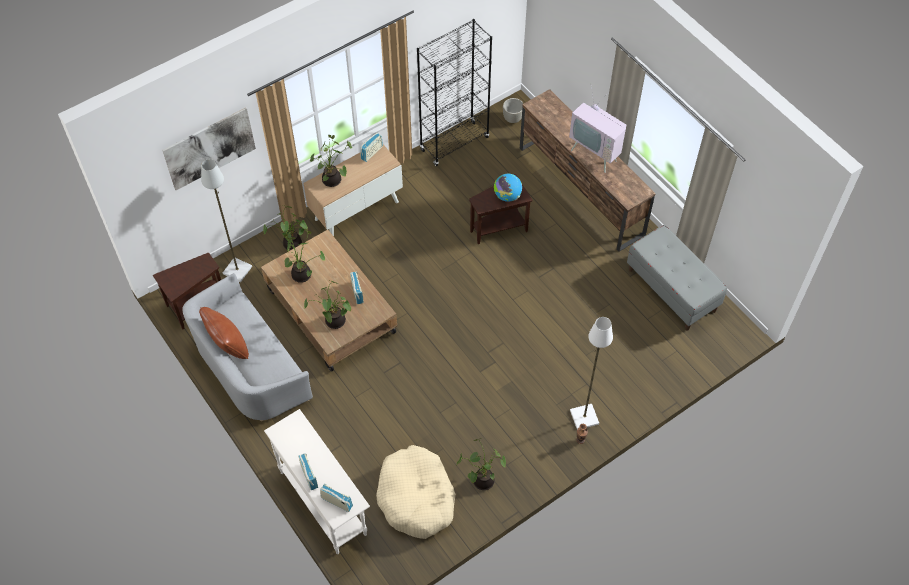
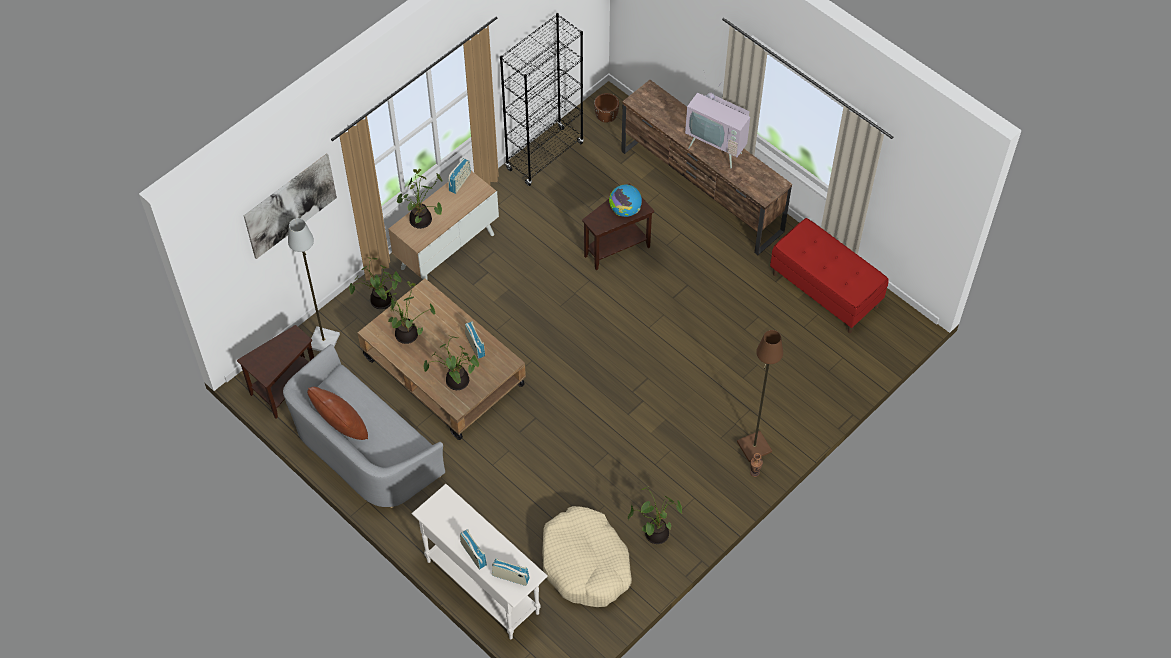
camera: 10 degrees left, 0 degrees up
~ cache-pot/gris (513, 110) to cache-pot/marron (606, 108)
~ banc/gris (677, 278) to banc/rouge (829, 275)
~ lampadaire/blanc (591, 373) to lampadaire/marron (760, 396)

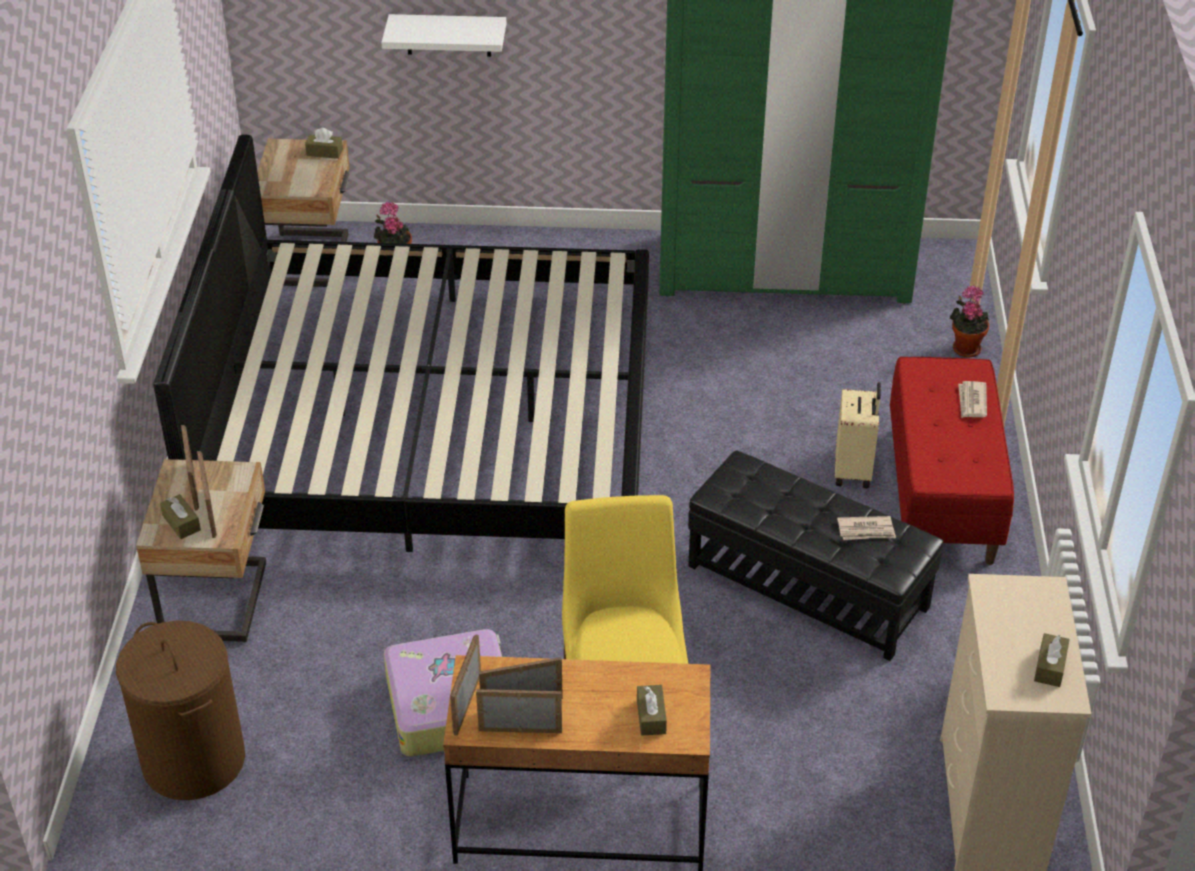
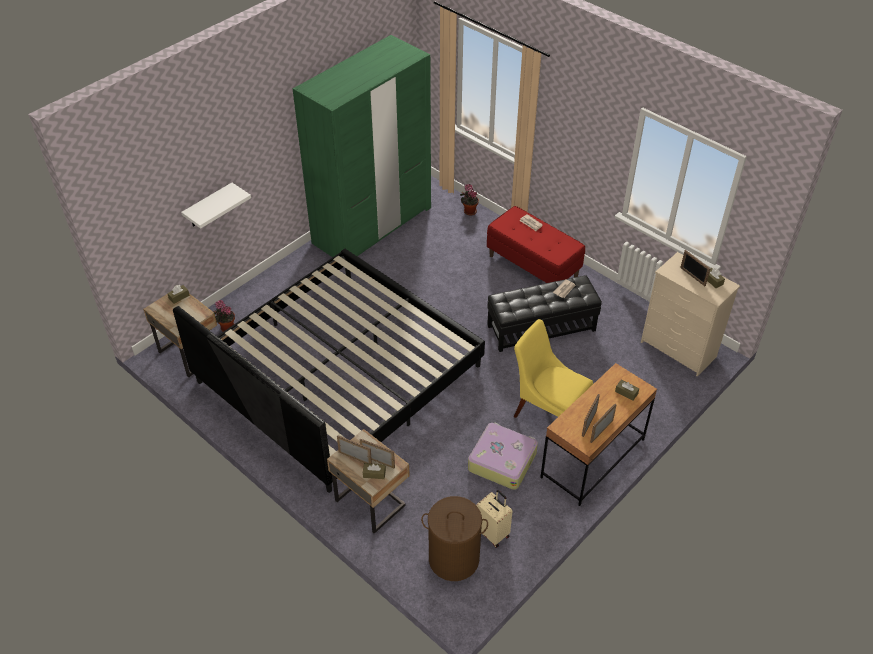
camera: 50 degrees left, 5 degrees up
~ valise/beige (858, 435) to (494, 519)
~ cadre photo (465, 685) to (695, 268)

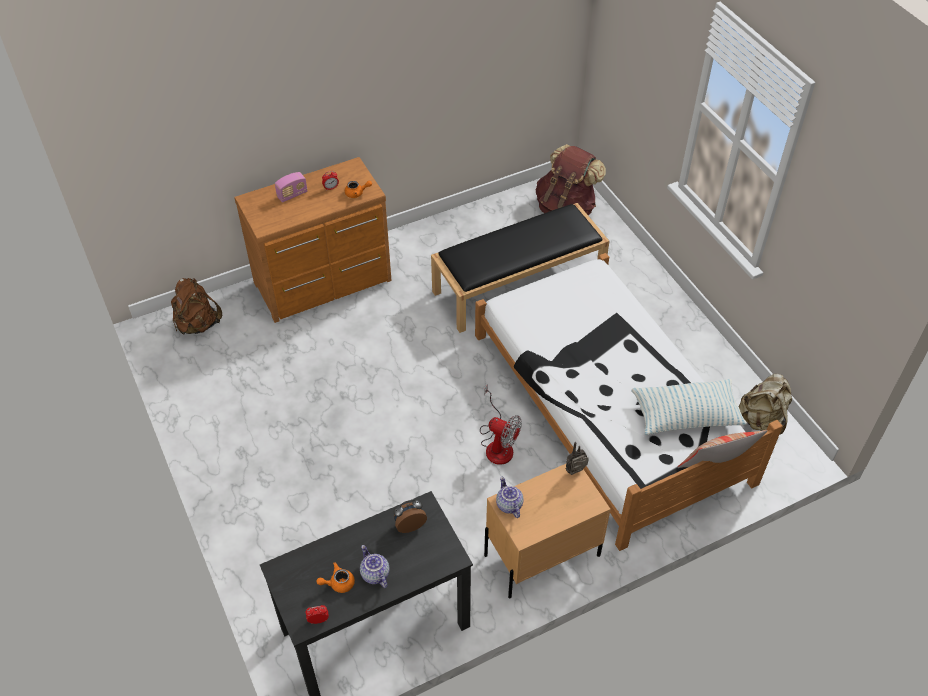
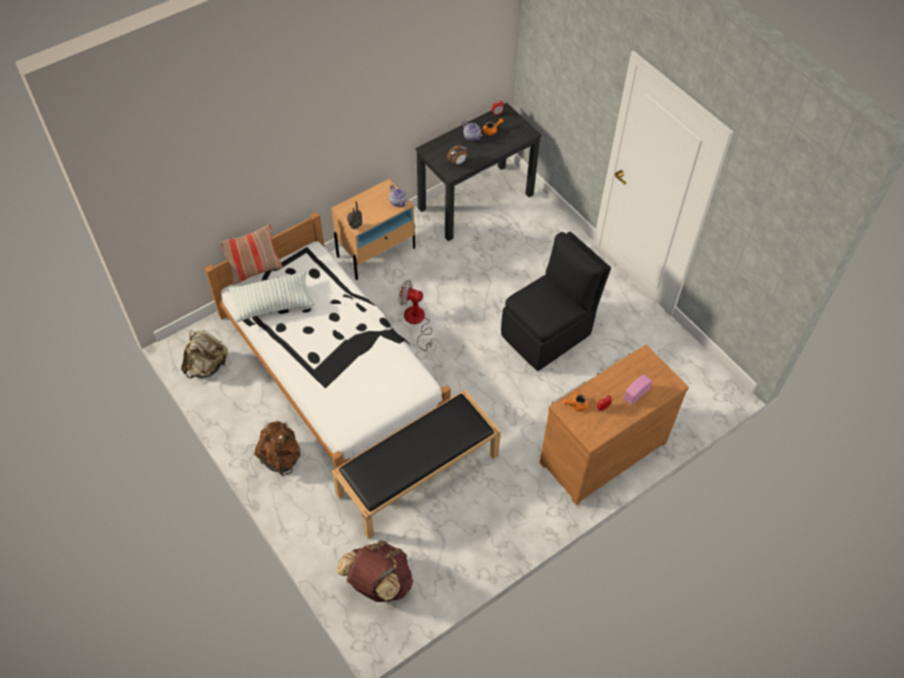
camera: 170 degrees right, 5 degrees up
~ sac à dos/marron (196, 306) to (277, 448)
+ chaise/noir (556, 301)

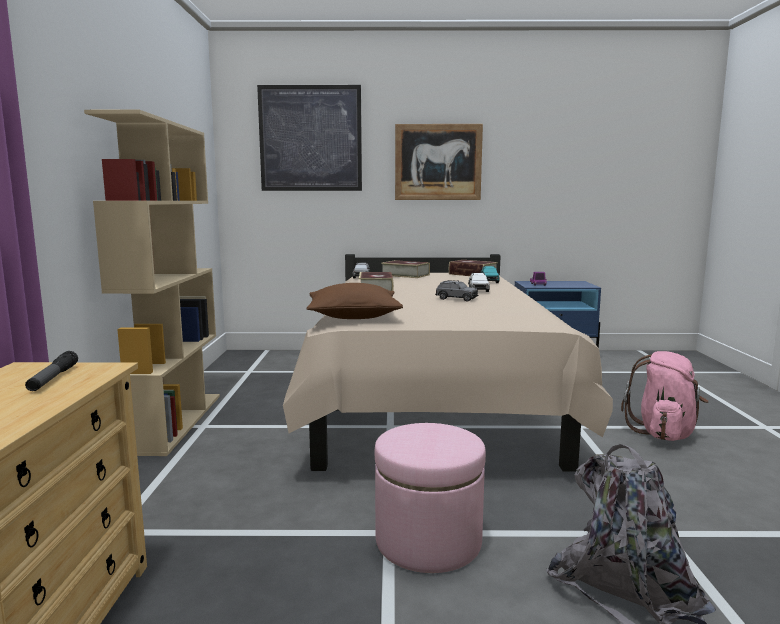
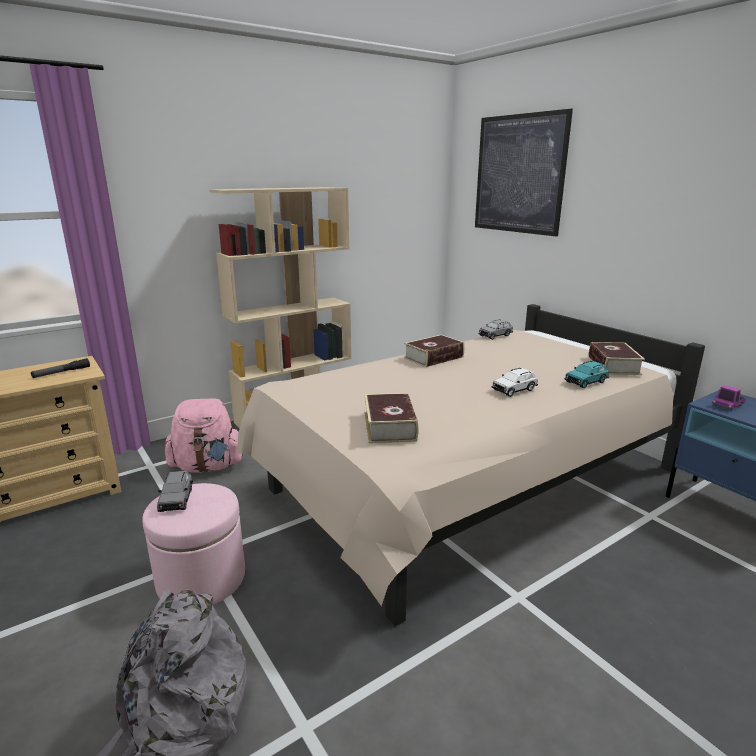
camera: 55 degrees right, 10 degrees up
- tableau (439, 162)
~ livre (405, 269) to (391, 418)
~ petite voiture/gris (456, 291) to (175, 491)
- coussin/marron (355, 301)
~ sac à dos/rose (665, 396) to (204, 436)

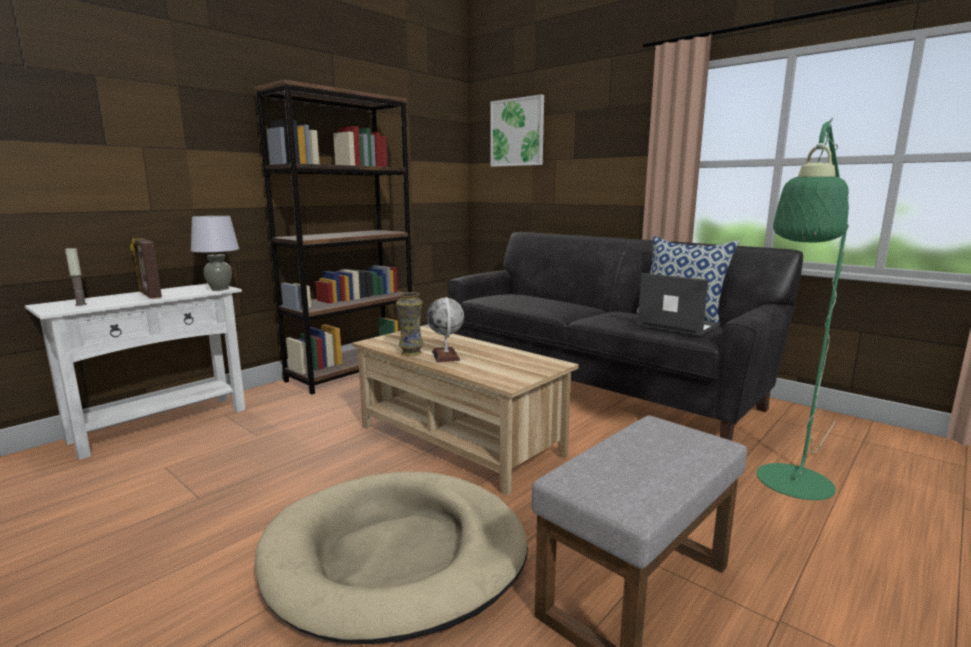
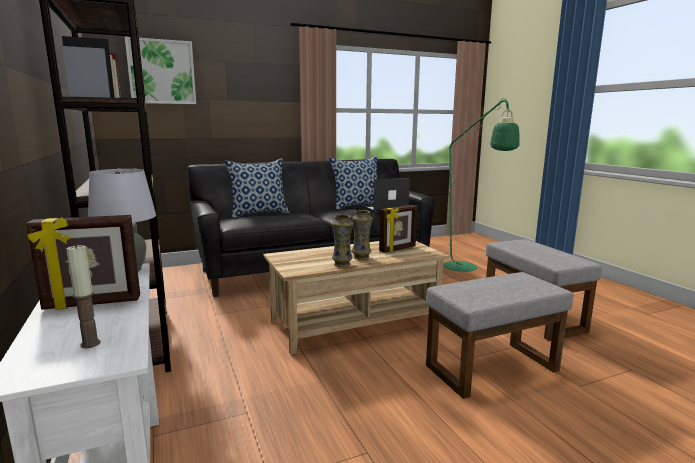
camera: 65 degrees left, 0 degrees up
~ globe (445, 329) to vase (362, 235)
~ panier pour chien/beige (391, 558) to pouf/gris (499, 335)
+ coussin (257, 188)
+ cadre photo (398, 229)

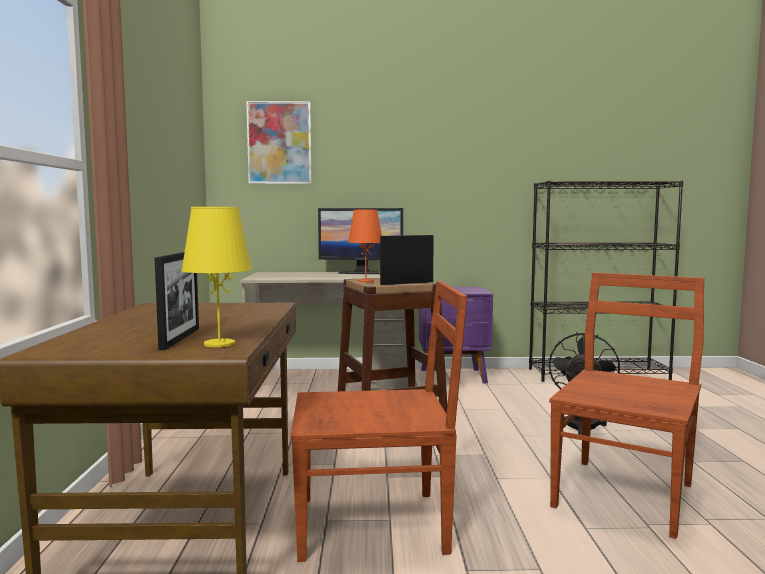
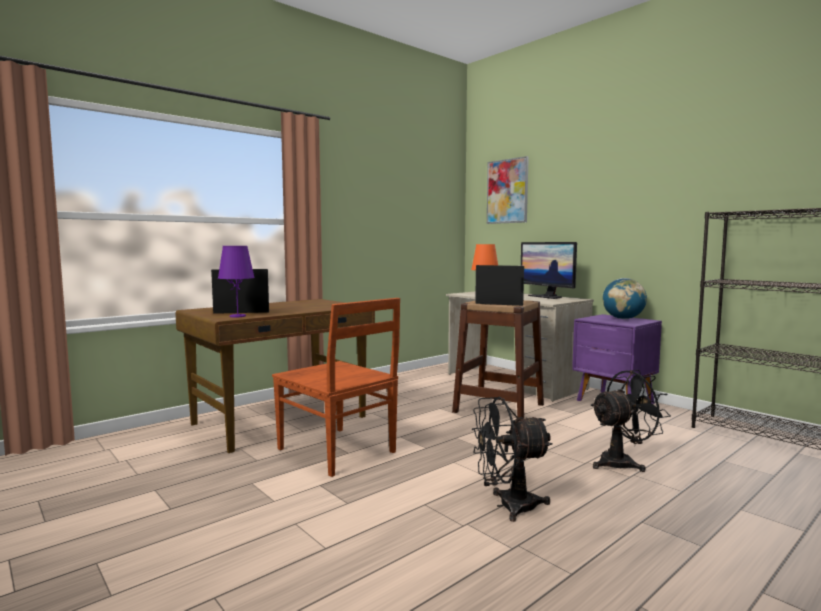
camera: 50 degrees right, 0 degrees up
~ lampe de table/jaune (216, 277) to lampe de table/violet (236, 282)
~ cadre photo (177, 301) = (240, 291) 150 degrees counterclockwise
~ chaise/marron (626, 406) to ventilateur/noir (512, 459)
+ globe (625, 298)

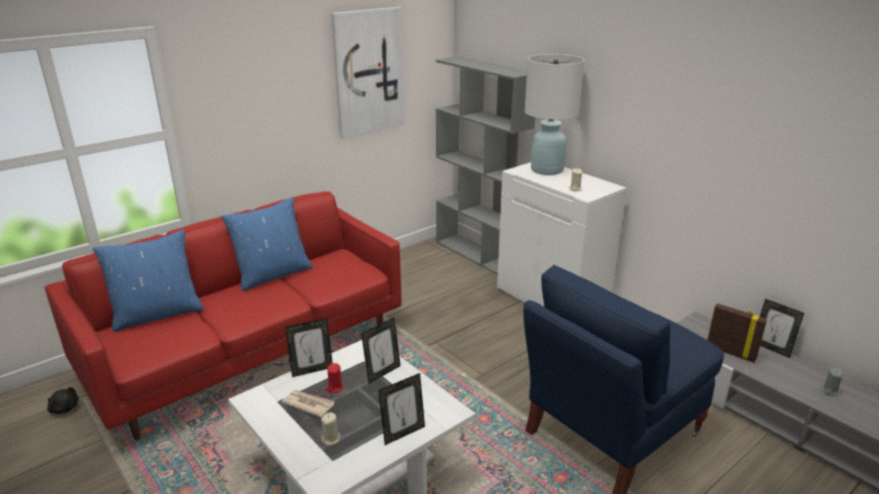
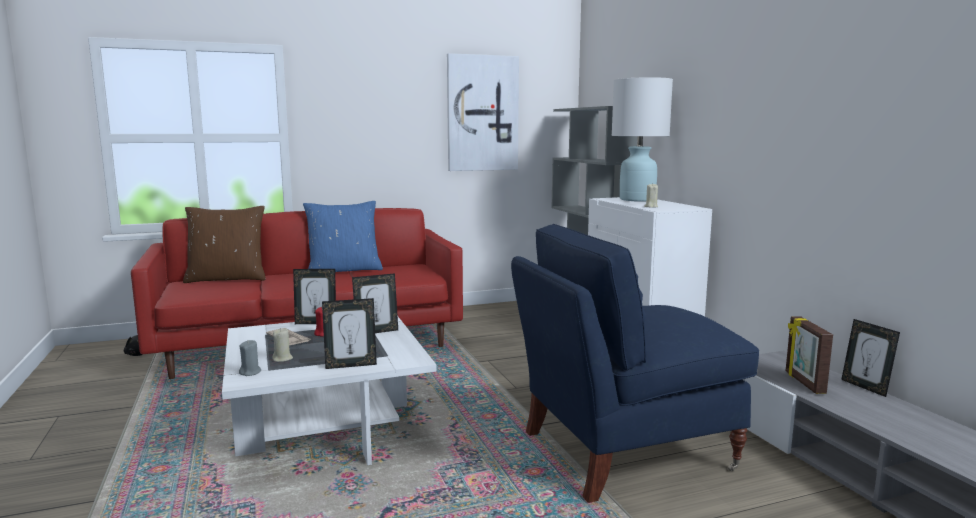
camera: 20 degrees right, 15 degrees down
~ coussin/bleu (148, 281) to coussin/marron (224, 244)
~ cadre photo (737, 333) = (809, 355) 150 degrees counterclockwise
~ bougie/gris (832, 382) to (250, 358)

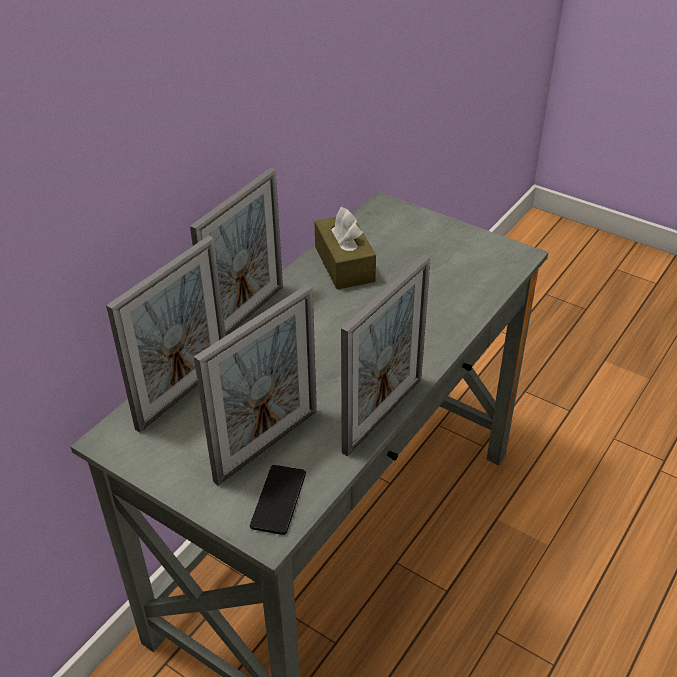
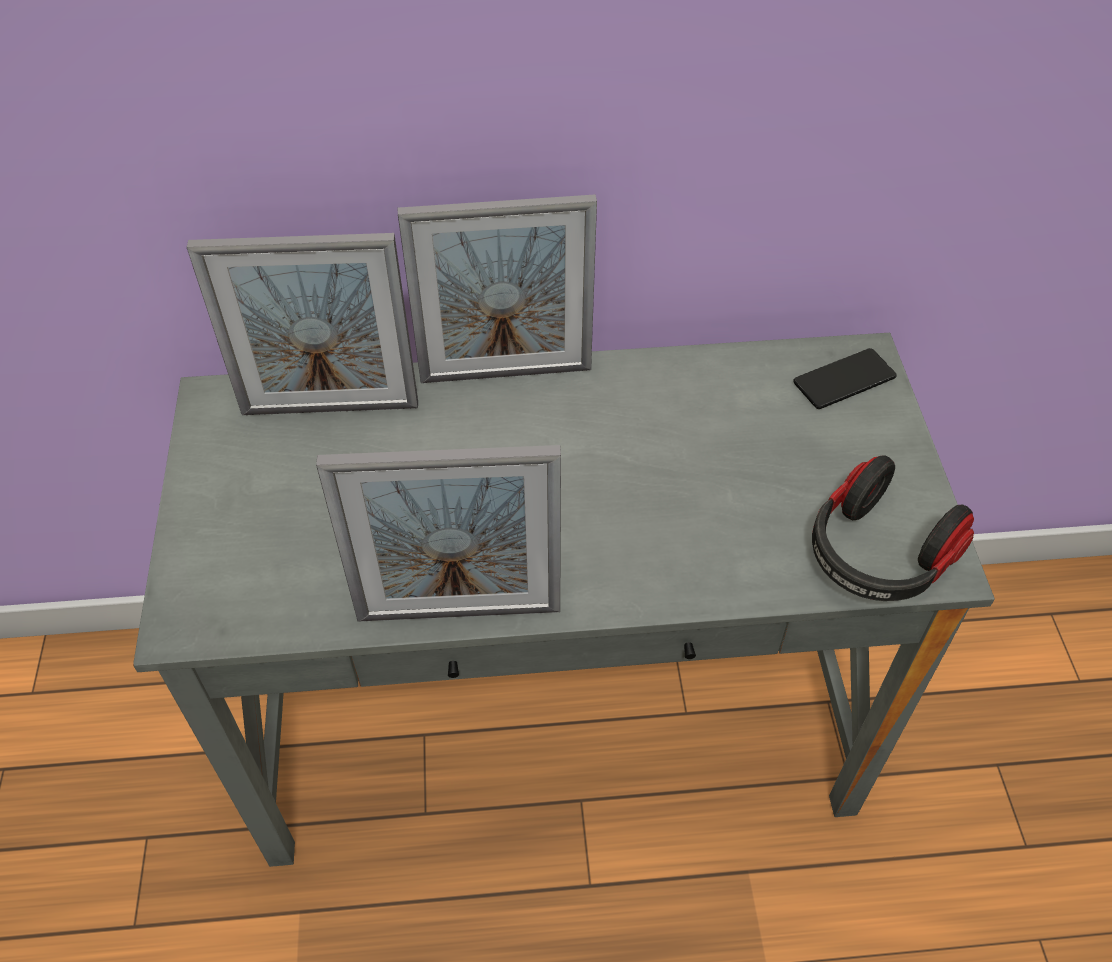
camera: 50 degrees right, 10 degrees up
- boîte à mouchoirs/marron (345, 248)
- cadre photo (255, 385)
~ téléphone (278, 500) to (845, 378)
+ casque audio (893, 528)

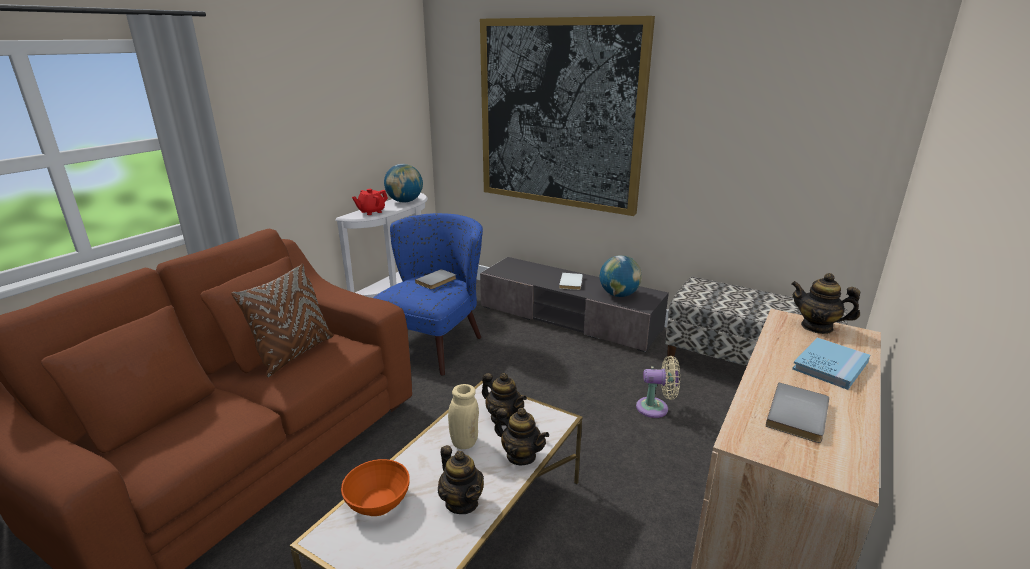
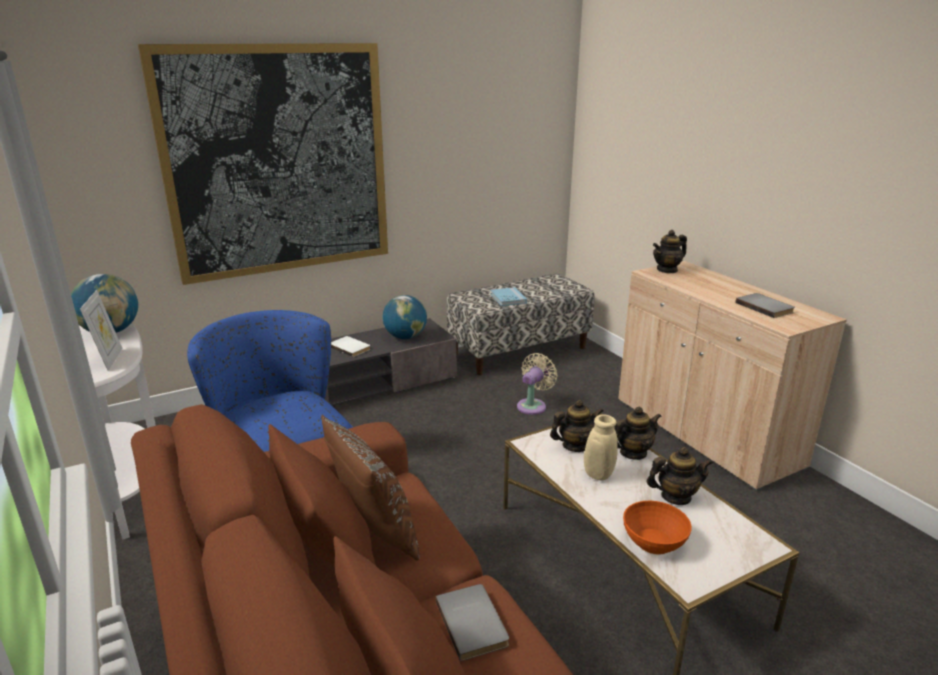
camera: 60 degrees left, 0 degrees up
~ théière/rouge (370, 202) to cadre photo (101, 330)
~ livre/gris (435, 279) to (472, 622)
~ livre/bleu (831, 364) to (508, 296)

